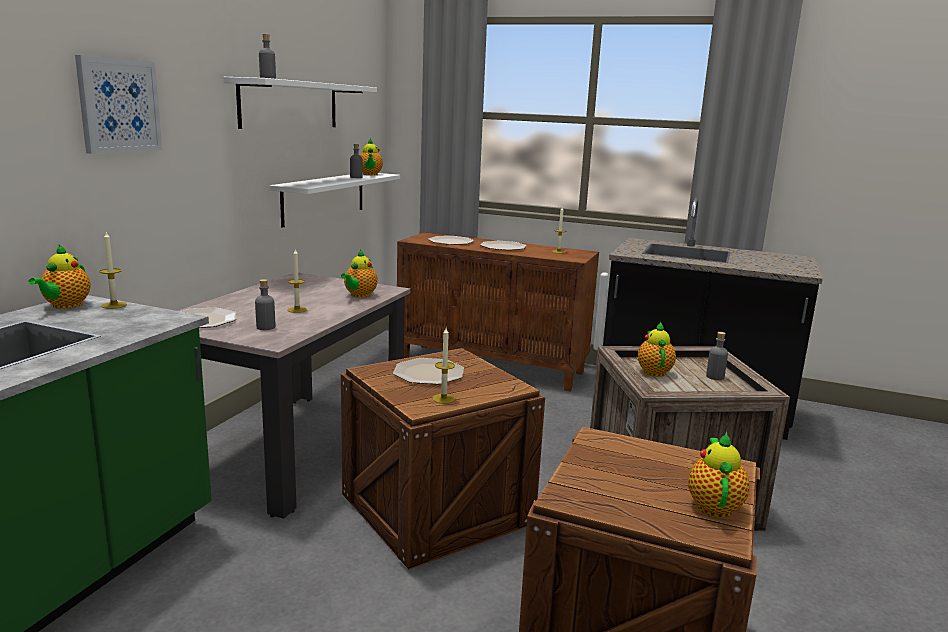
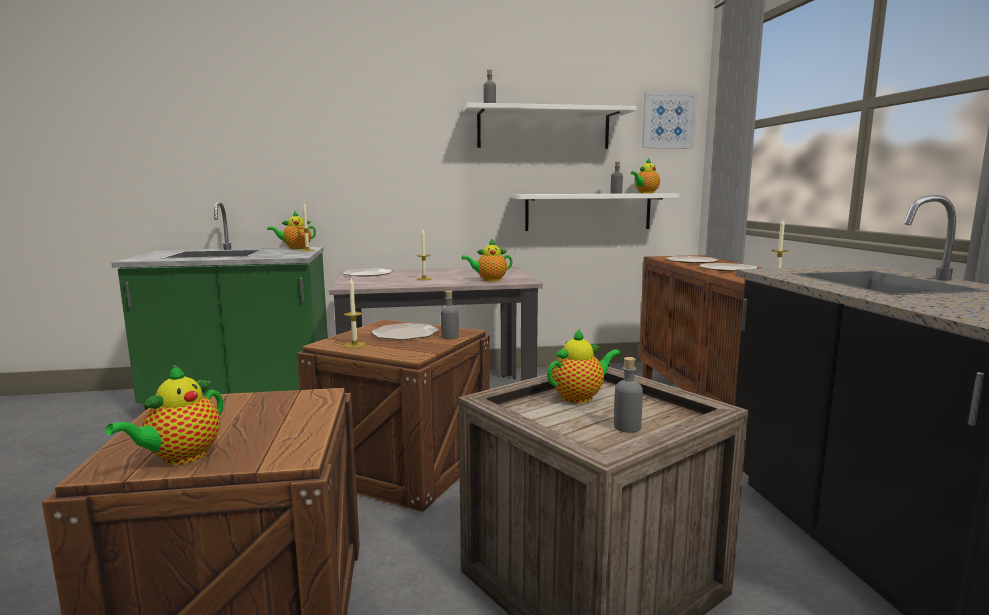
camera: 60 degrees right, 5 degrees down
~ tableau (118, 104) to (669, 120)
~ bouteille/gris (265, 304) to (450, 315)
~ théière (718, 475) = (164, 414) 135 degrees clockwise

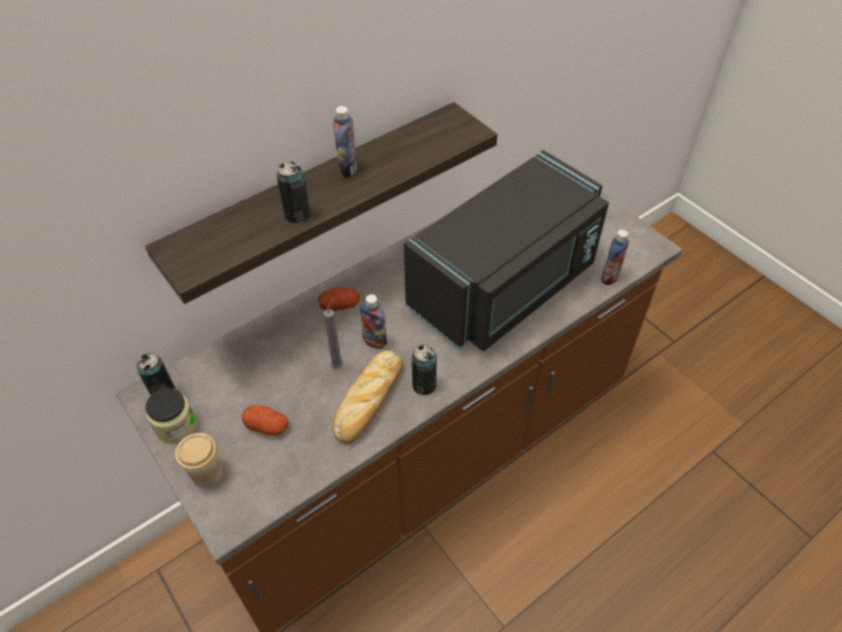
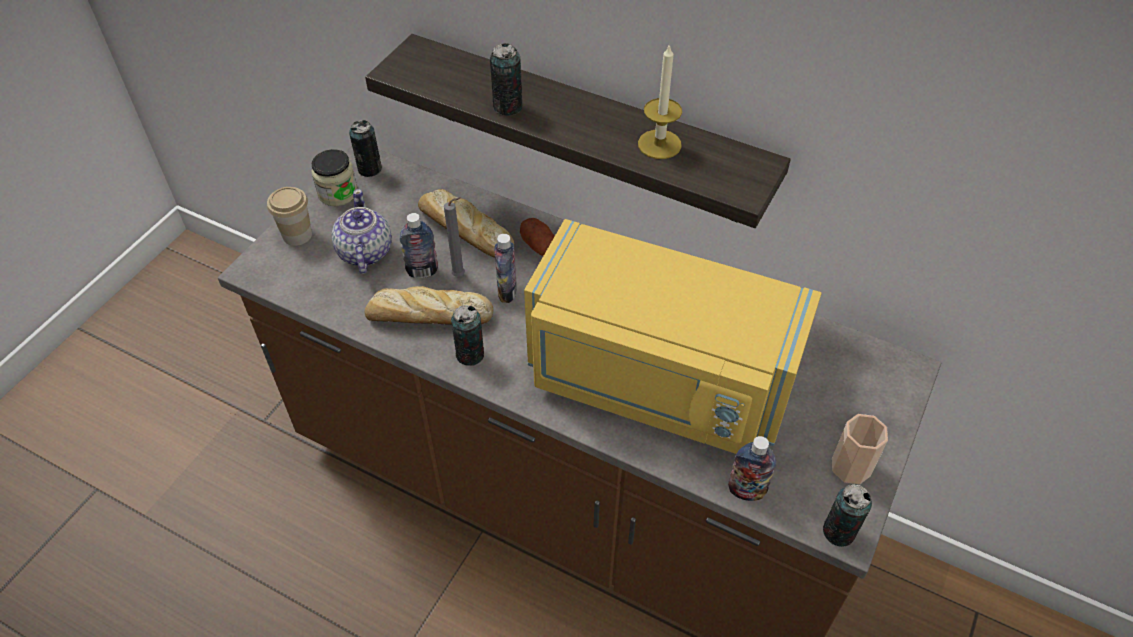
camera: 65 degrees right, 0 degrees up
~ bouteille (345, 142) to (419, 245)
~ micro-ondes/noir (506, 250) to micro-ondes/jaune (673, 336)
~ pomme de terre (265, 420) to théière (361, 231)
+ bougie (660, 101)
+ pain (466, 223)
+ tasse (860, 449)
+ boîte métallique (847, 515)

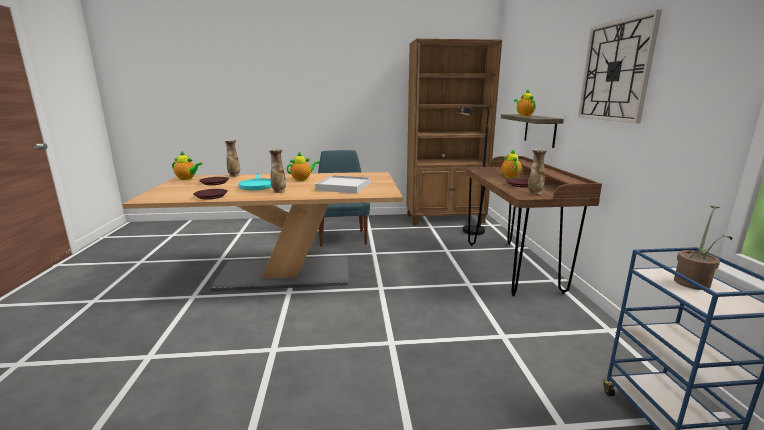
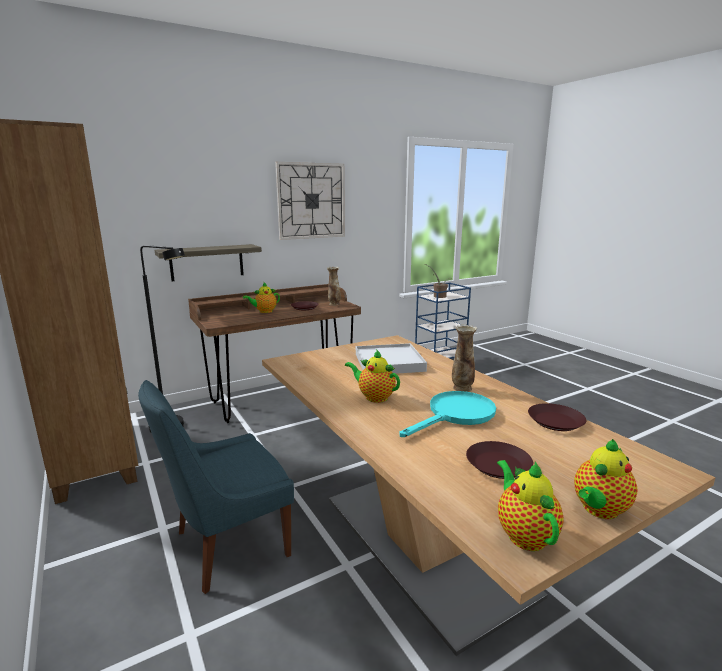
camera: 115 degrees left, 0 degrees up
~ théière (525, 103) to (606, 479)
- vase (232, 158)

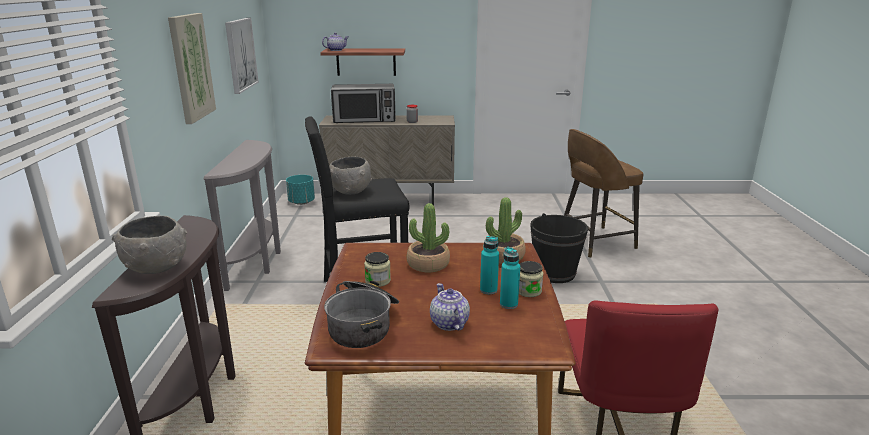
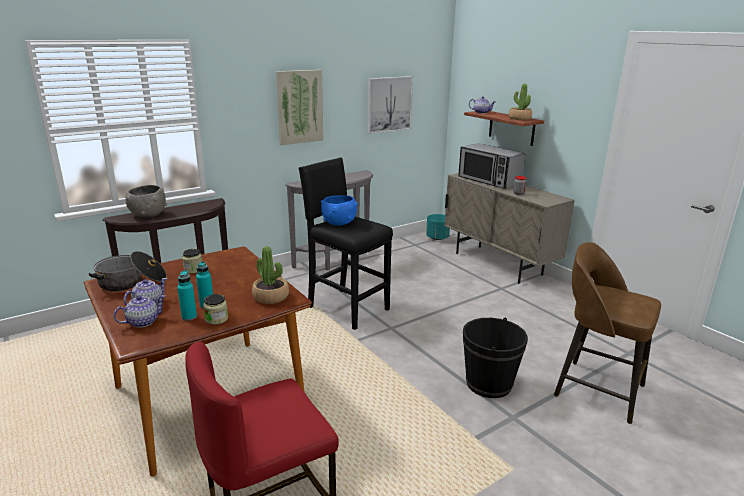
camera: 55 degrees right, 0 degrees up
~ bol/gris (350, 176) to bol/bleu (339, 210)
~ plante en pot (428, 237) to (520, 102)
+ théière (139, 311)

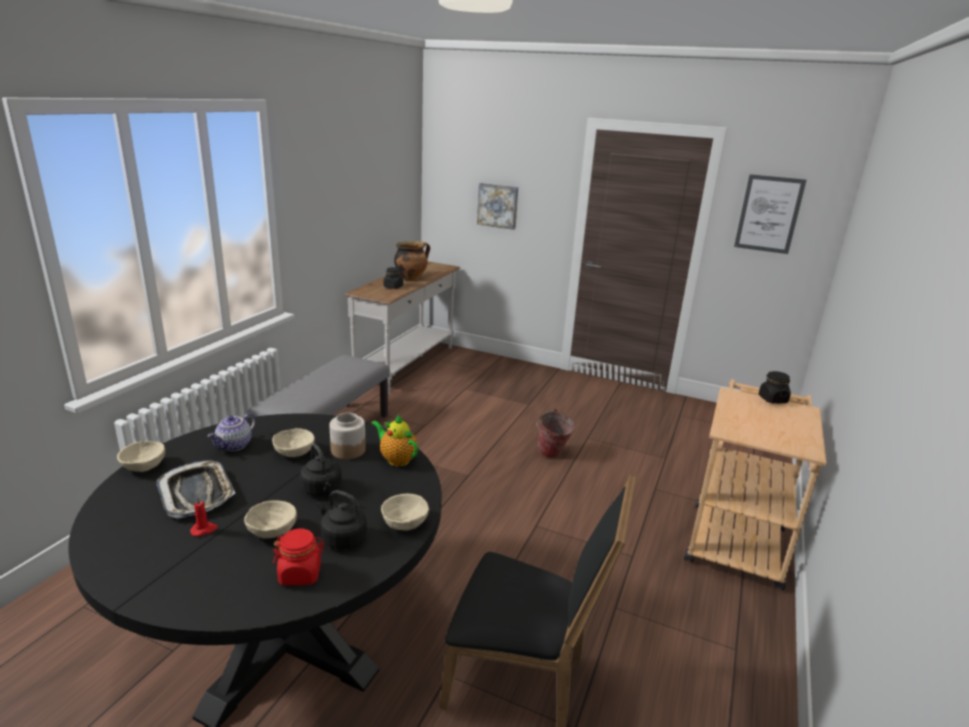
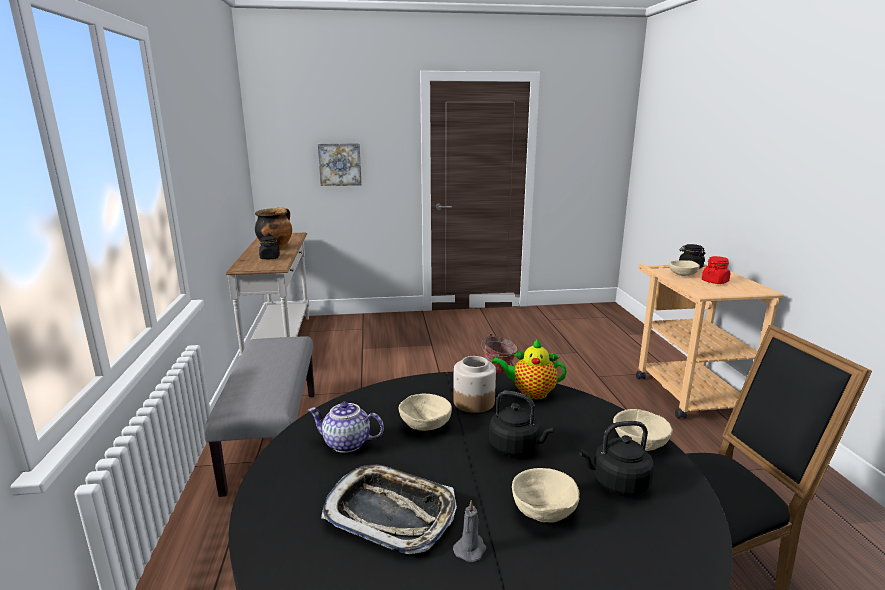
camera: 30 degrees left, 5 degrees down
- tableau (770, 214)
~ théière (231, 432) = (346, 427) 105 degrees clockwise
~ bol/beige (141, 456) to (684, 268)
~ bougie/rouge (204, 516) to bougie/gris (469, 531)
~ bocal/rouge (299, 557) to (716, 270)

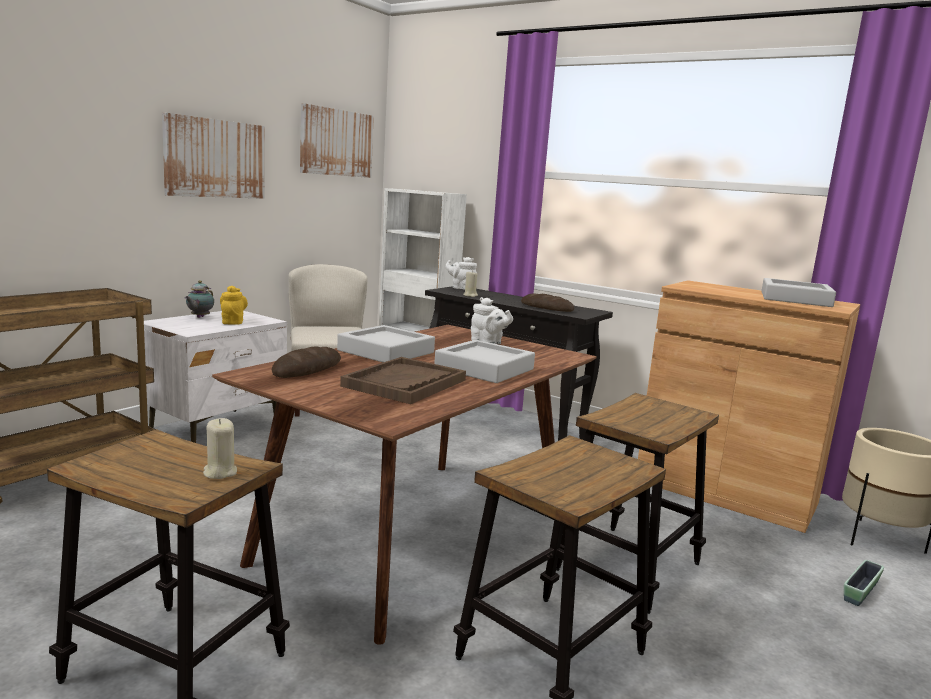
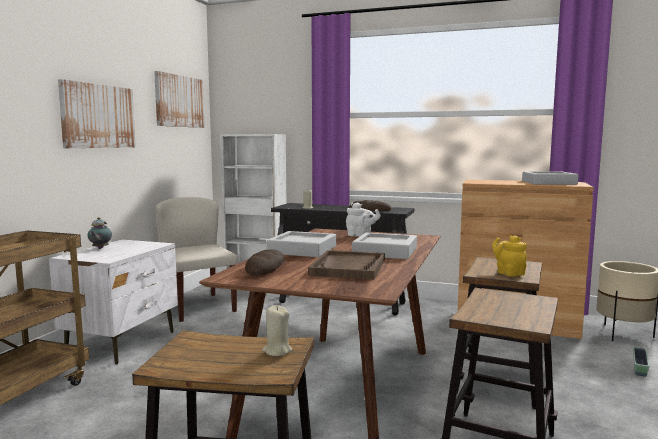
camera: 15 degrees left, 5 degrees down
- théière/blanc (461, 273)
~ théière/jaune (234, 305) to (509, 256)

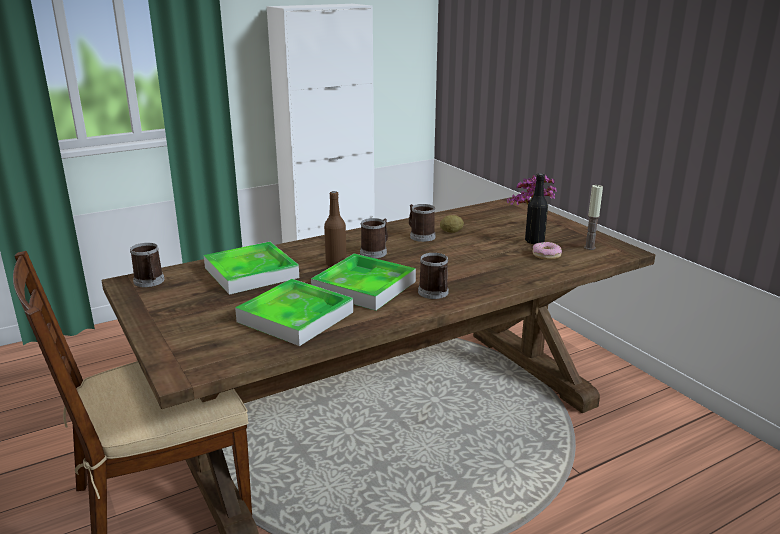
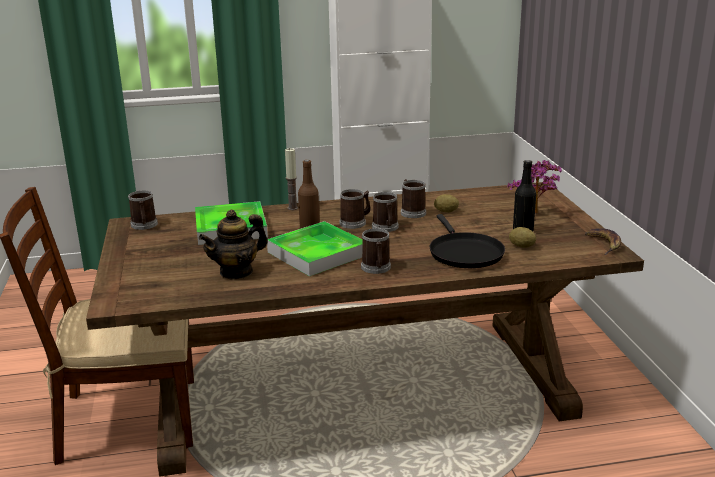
camera: 20 degrees right, 0 degrees up
~ bougie (593, 217) to (291, 179)
~ beignet (547, 251) to pomme de terre (522, 237)
~ plateau (294, 312) to théière (233, 245)
+ mug (385, 212)
+ poêle/noir (467, 241)
+ banane (603, 241)

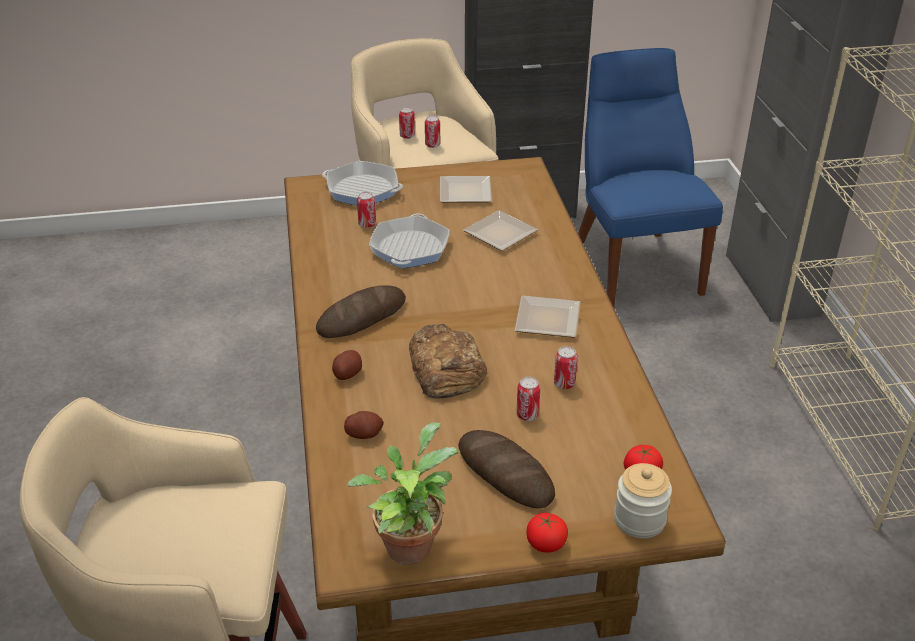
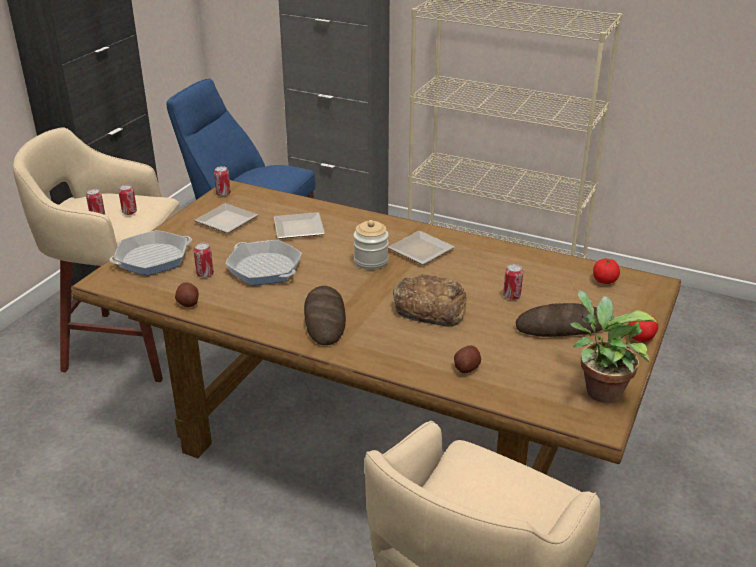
camera: 55 degrees left, 5 degrees down
~ boîte métallique (566, 367) to (222, 181)
~ pomme de terre (347, 365) to (187, 294)
~ bocal (643, 500) to (371, 245)

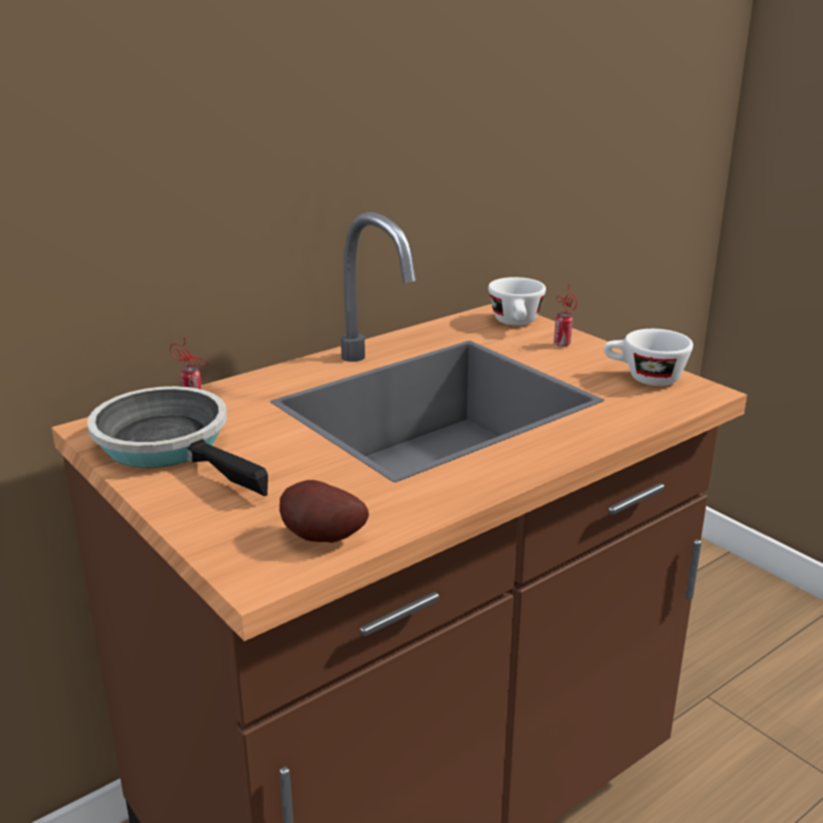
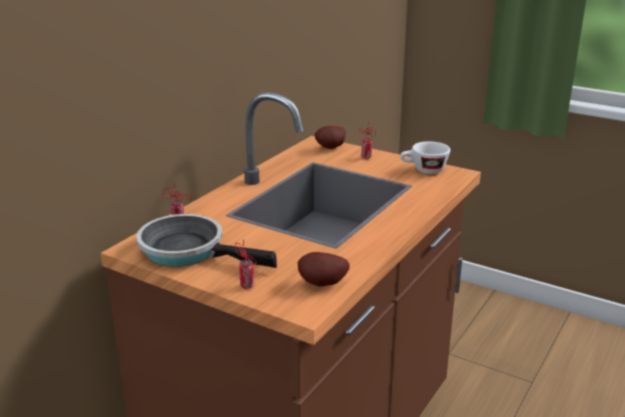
camera: 20 degrees left, 0 degrees up
~ tasse/blanc (517, 301) to pomme de terre (330, 137)
+ boîte métallique (246, 264)

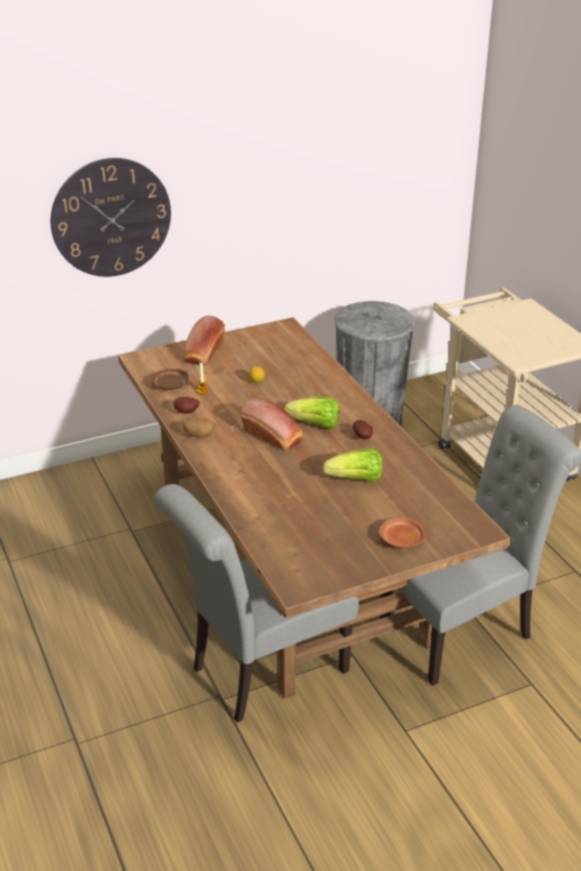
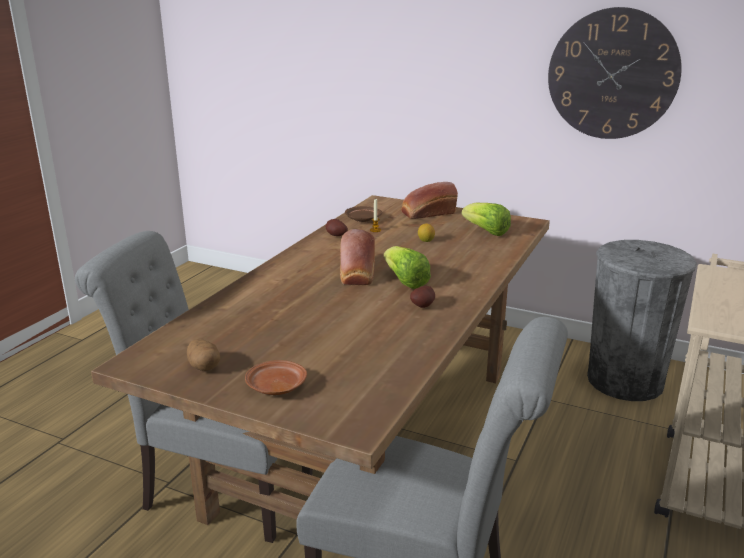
camera: 50 degrees right, 10 degrees down
~ horloge murale (111, 217) to (615, 73)
~ pomme de terre (199, 428) to (203, 355)
~ laitue (353, 465) to (486, 219)

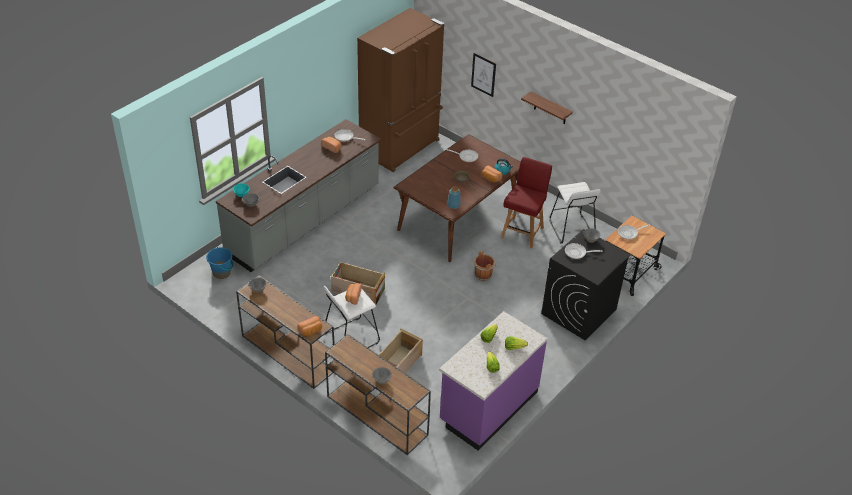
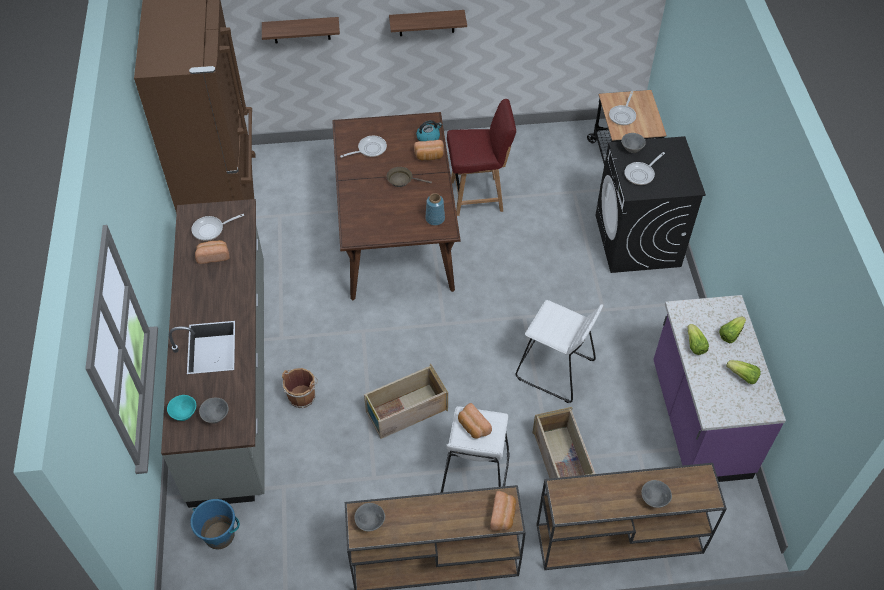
camera: 45 degrees left, 10 degrees up
~ tableau (483, 75) to étagère (301, 30)
~ chaise/rouge (526, 202) = (481, 157) 105 degrees clockwise
~ tabouret/blanc (575, 213) to (559, 351)
~ seau/marron (485, 266) to (300, 388)

